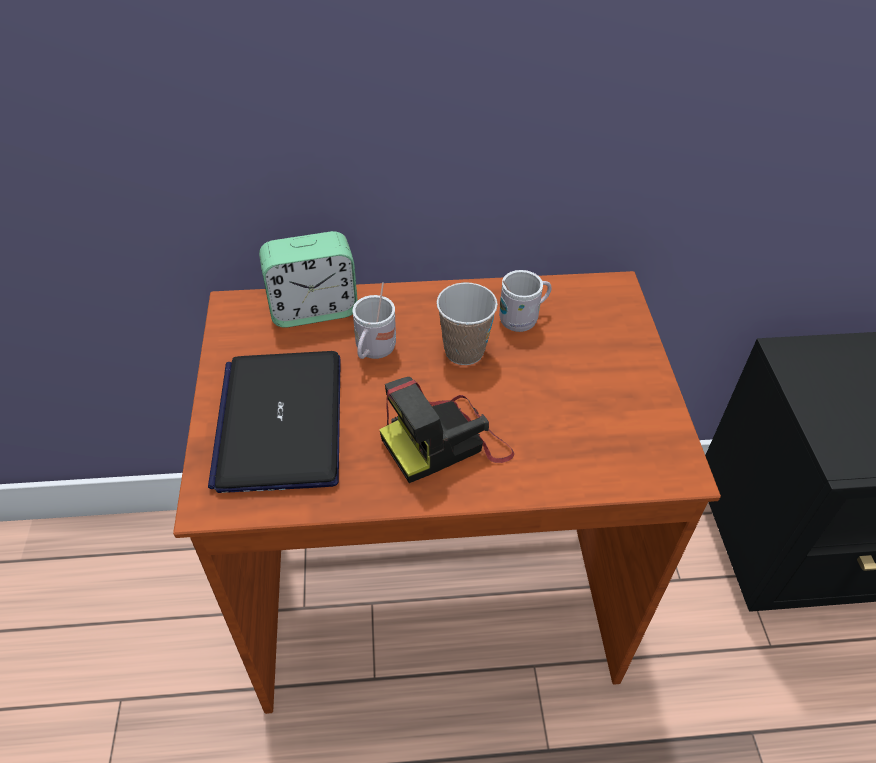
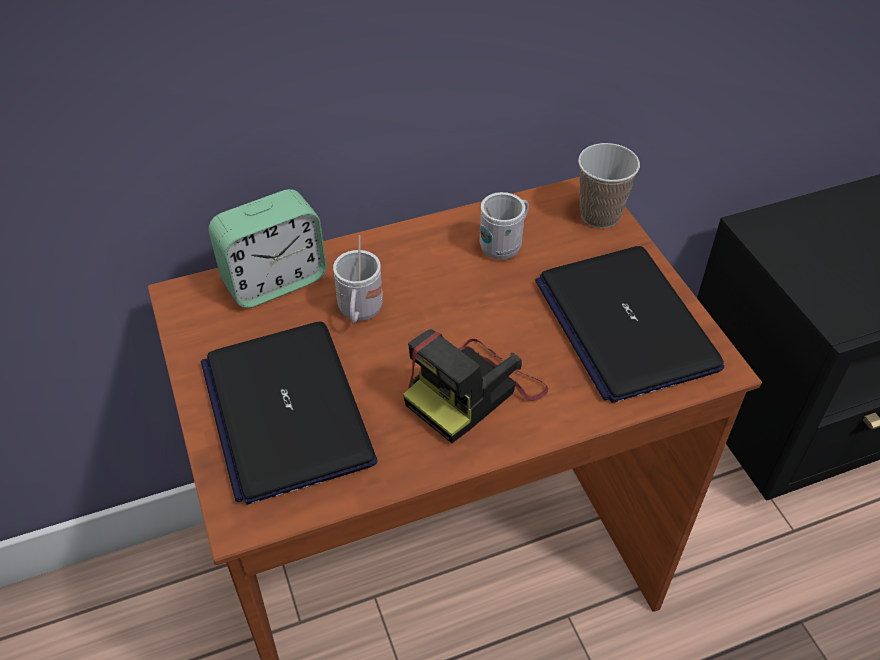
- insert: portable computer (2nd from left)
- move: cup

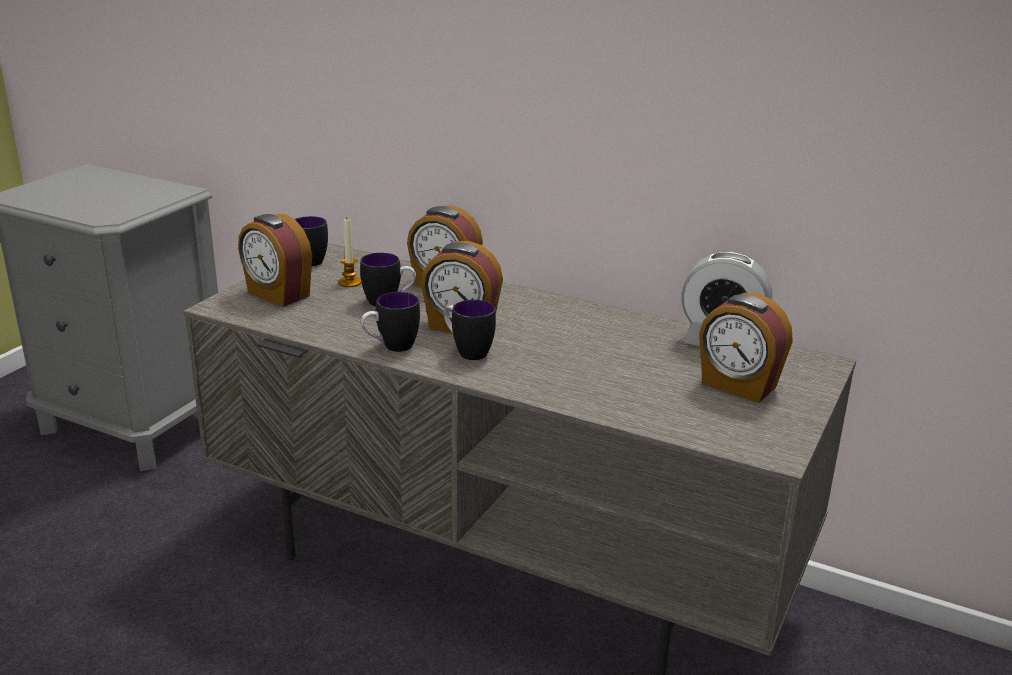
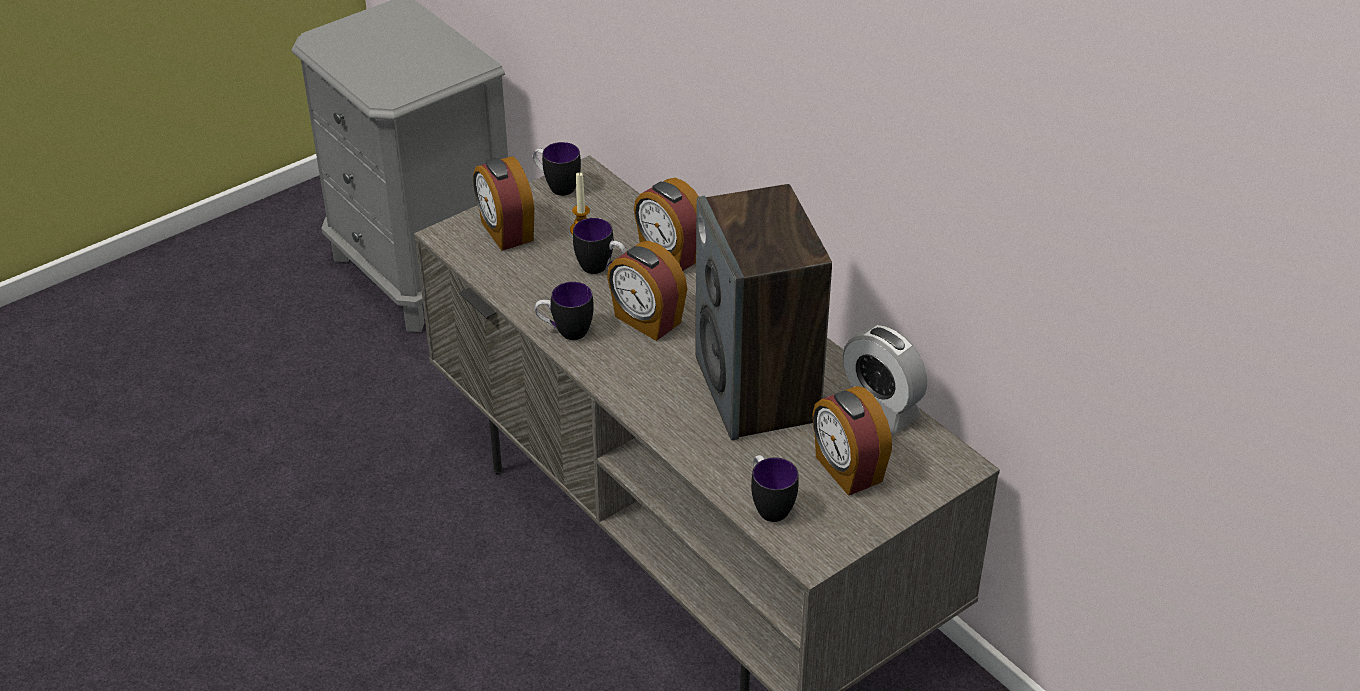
- insert: audio speaker
- move: mug (4th from left)

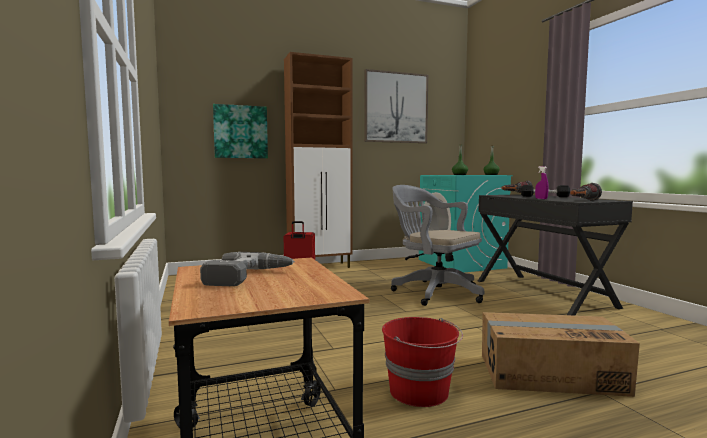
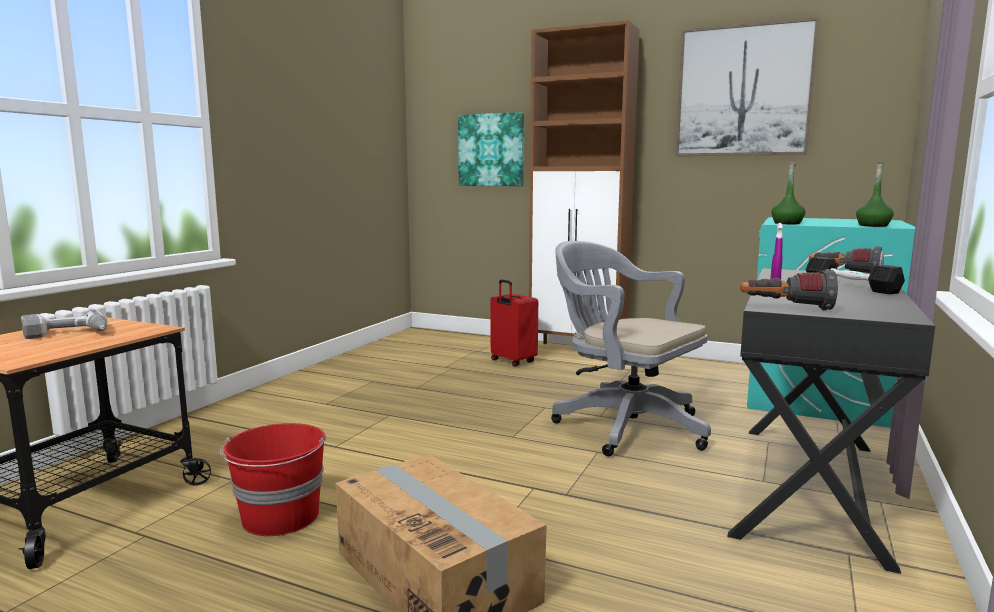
- rotate: grey office chair 45 degrees counterclockwise

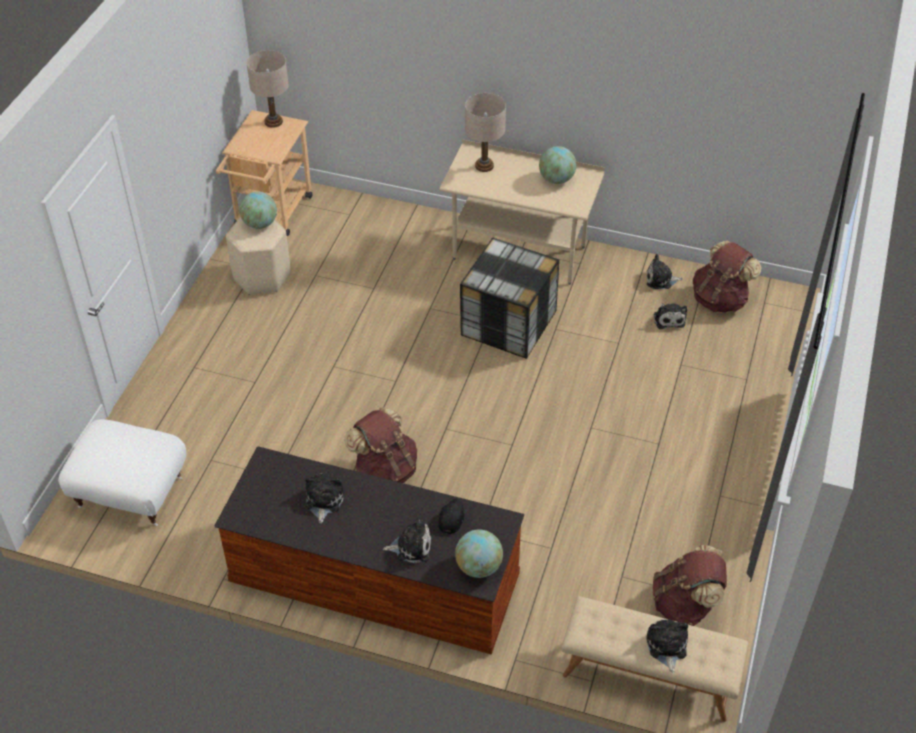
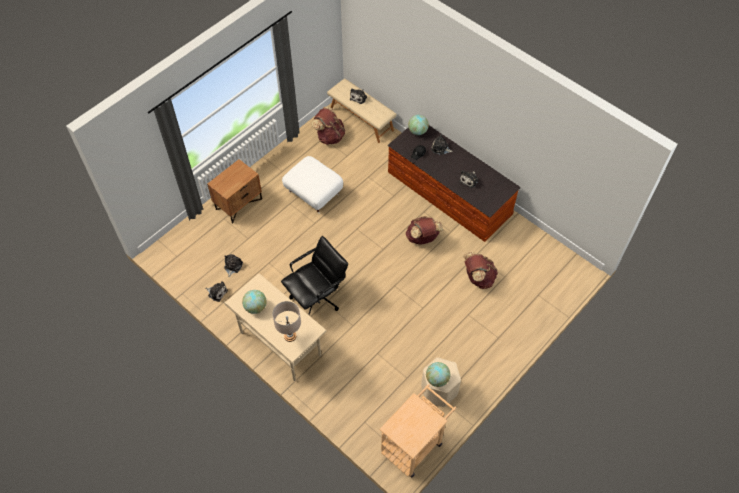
- delete: beige lamp for a table (1st from left)
- insert: brown-coloured nightstand
- move: white-coloured footrest
- move: brown-coloured backpack (3rd from left)
- replace: storage bin to black office chair

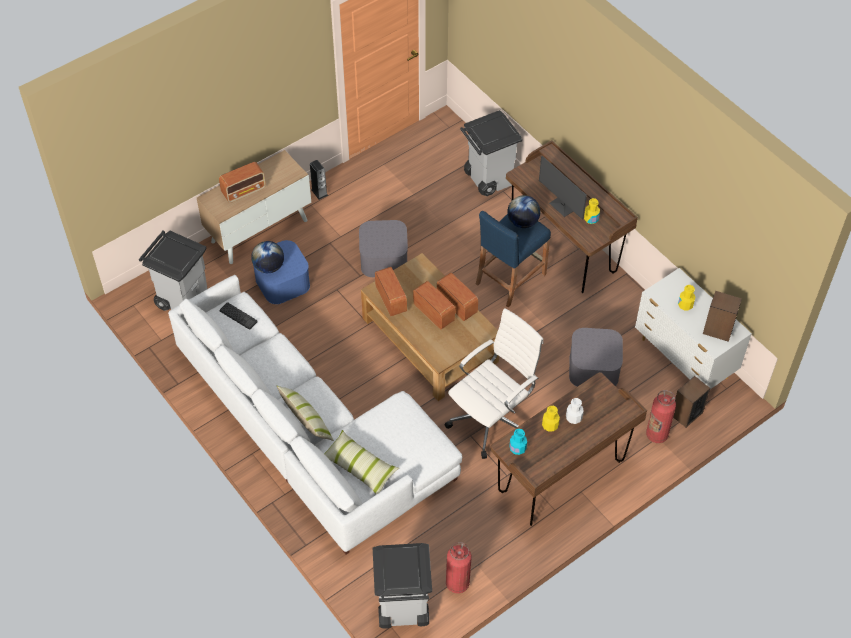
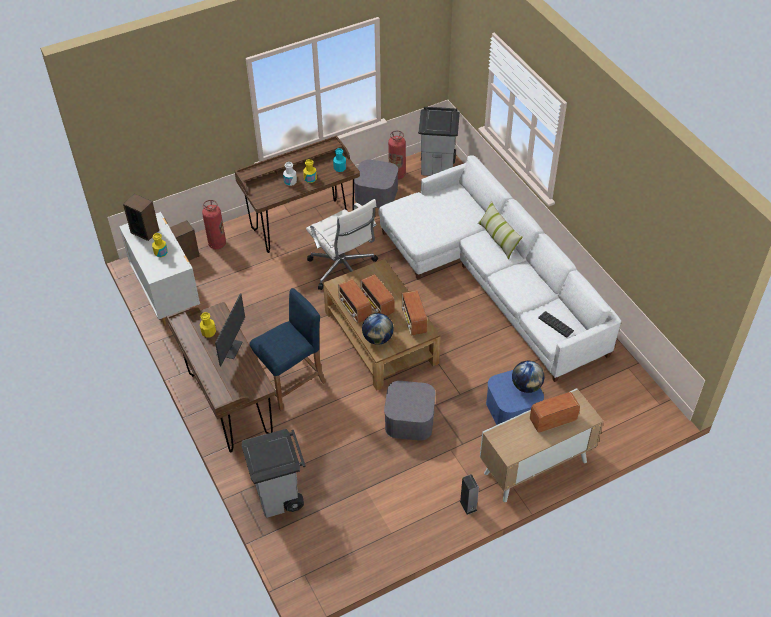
- delete: grey trash can (1st from left)
- delete: cushion (2nd from left)
- move: globe (2nd from left in the first image) to globe (1st from left)
- move: grey storage bin (2nd from left in the first image) to grey storage bin (1st from left)
- rotate: white-coloured office chair 90 degrees counterclockwise
- rotate: computer display 45 degrees clockwise

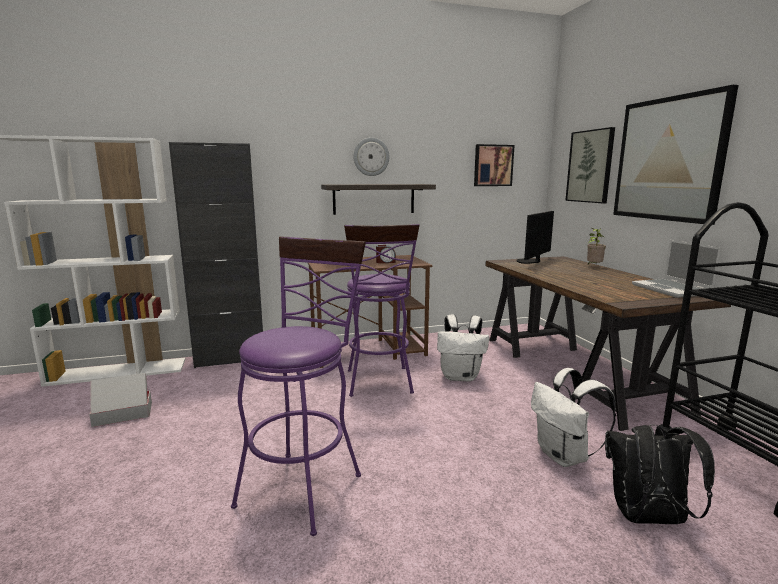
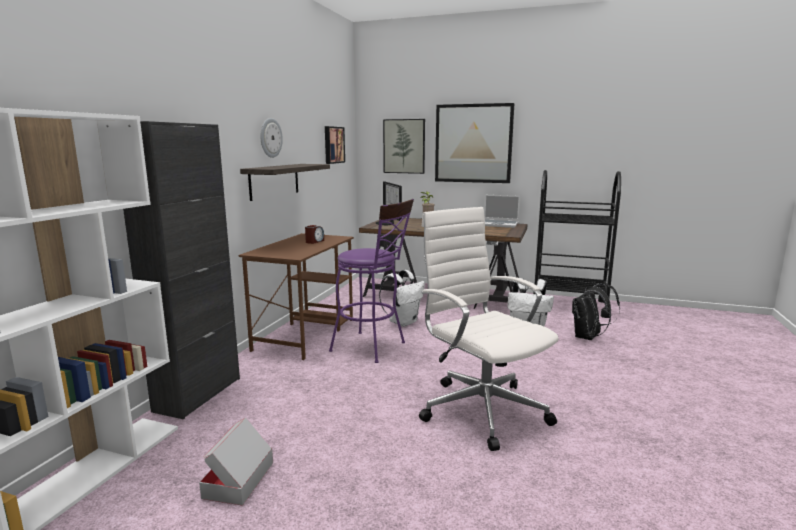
- replace: purple sitting stool (1st from left) to white-coloured office chair

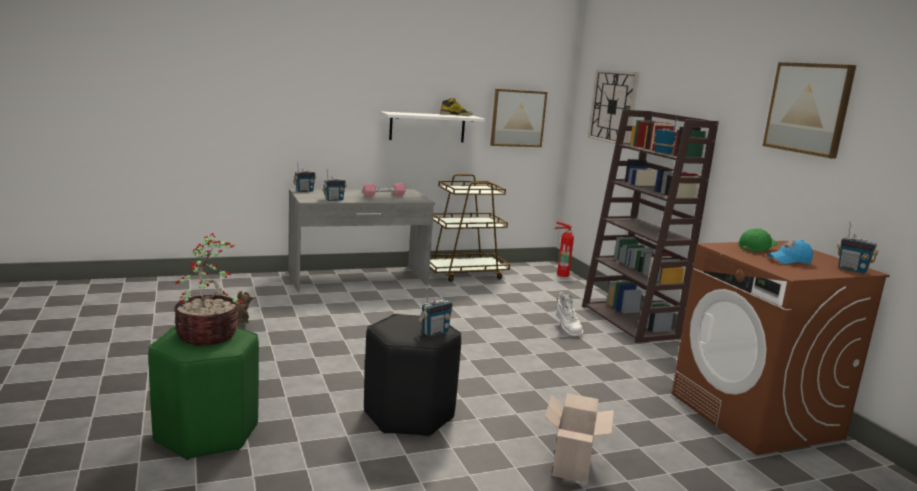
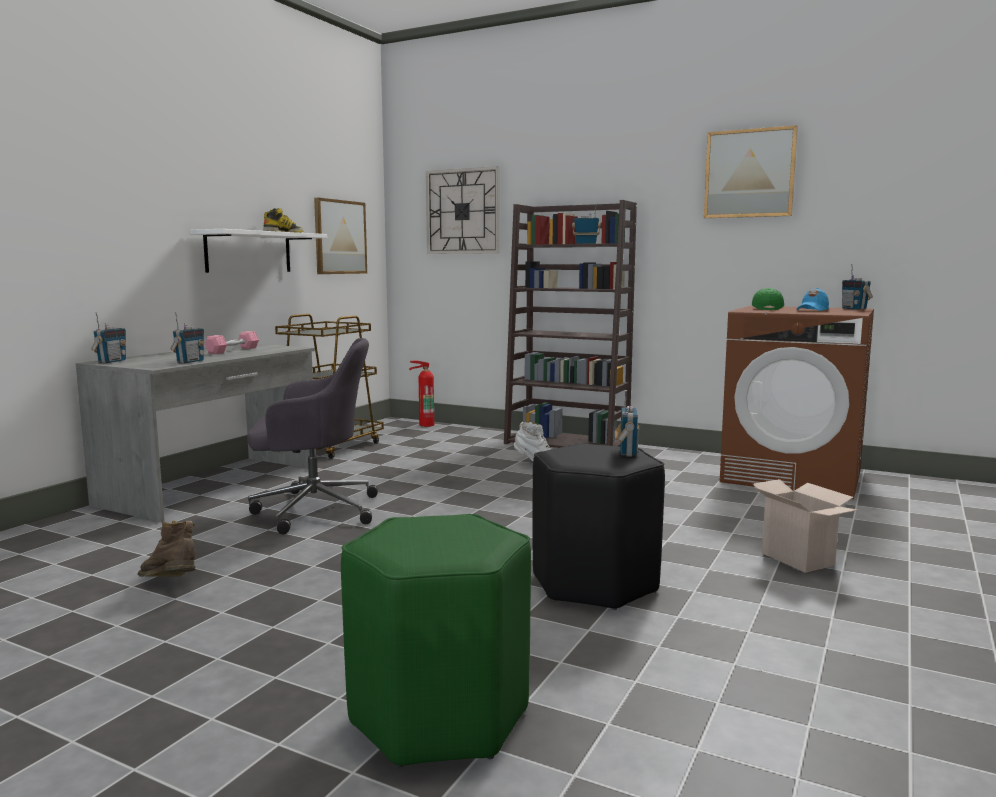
- delete: plant in a pot
- insert: grey office chair
- rotate: radio receiver (5th from left) 75 degrees clockwise

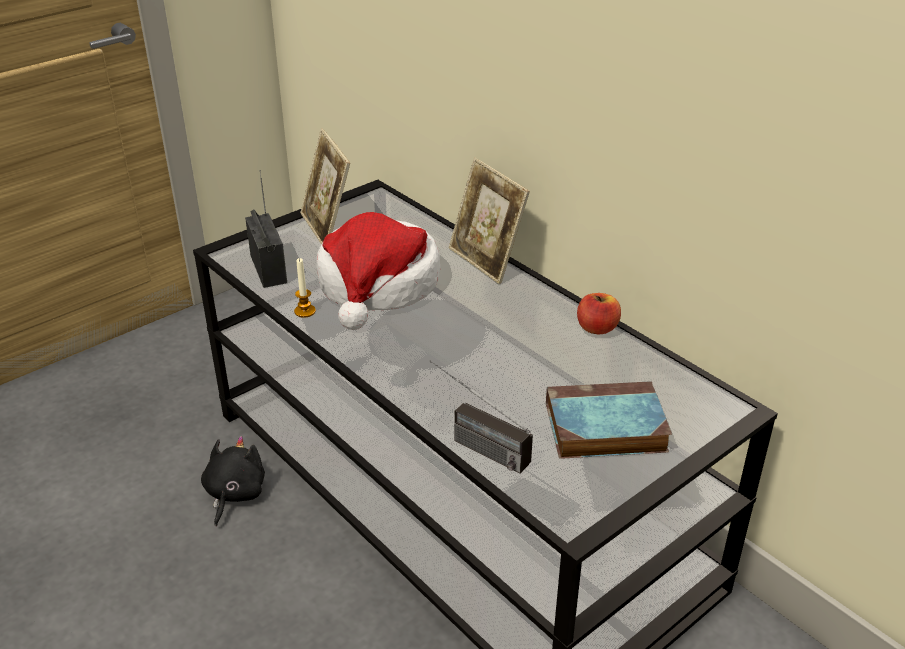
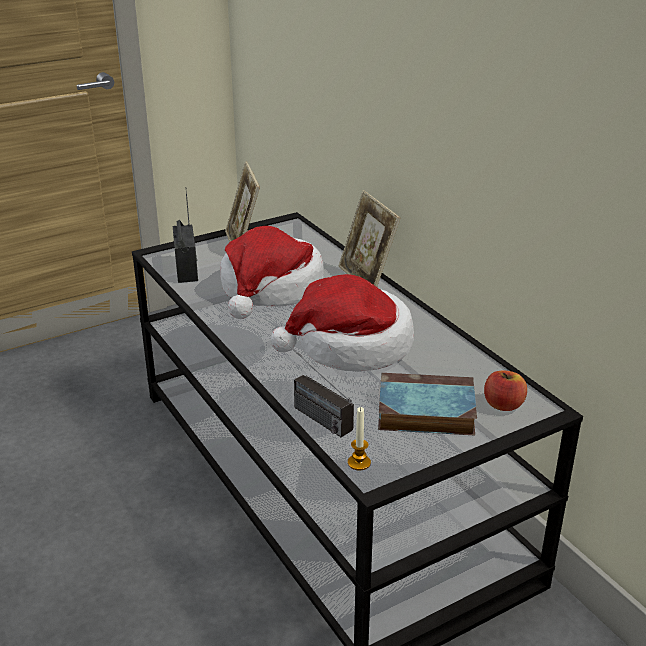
- delete: black plush toy
- insert: hat (2nd from left)
- move: wax light
- move: apple fruit

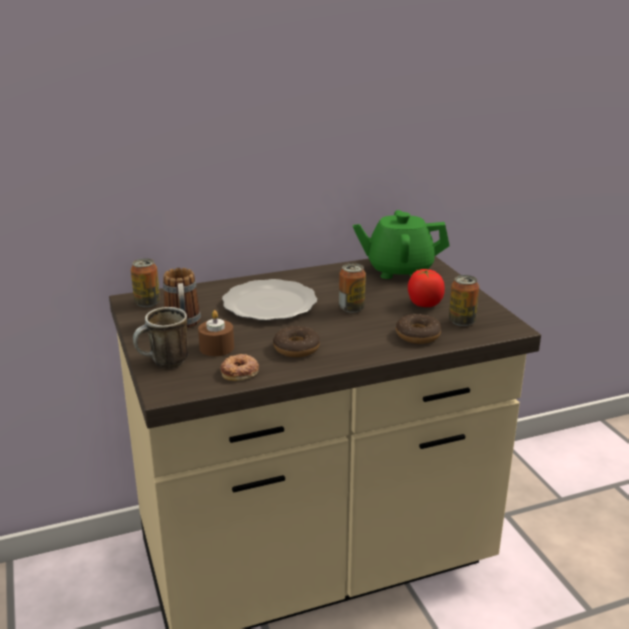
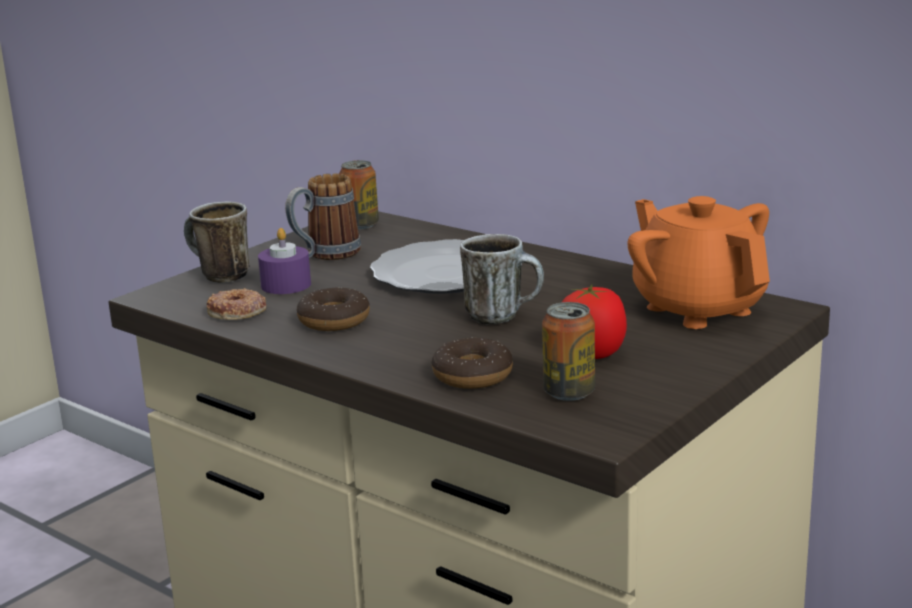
- replace: can (2nd from left) to mug (3rd from left)
- recolor: brown-coloured wax light to purple wax light
- recolor: green-coloured teapot to orange-coloured teapot

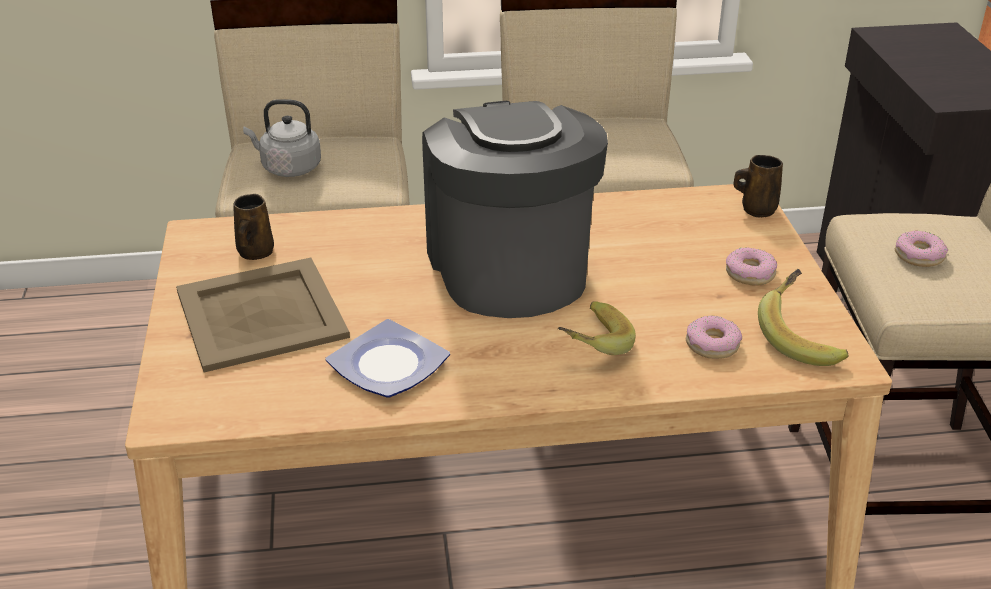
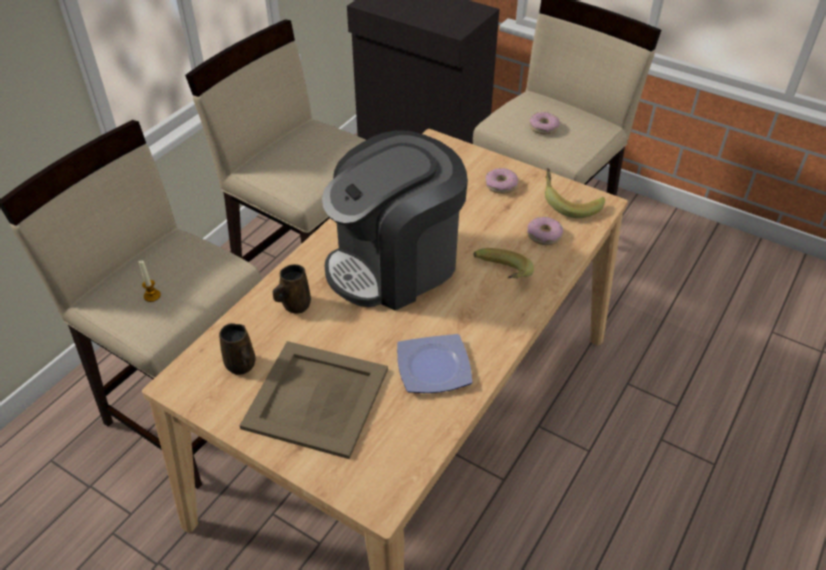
- move: brown-coloured mug (2nd from left)
- replace: grey tea kettle to wax light
- rotate: coffee maker 60 degrees counterclockwise

